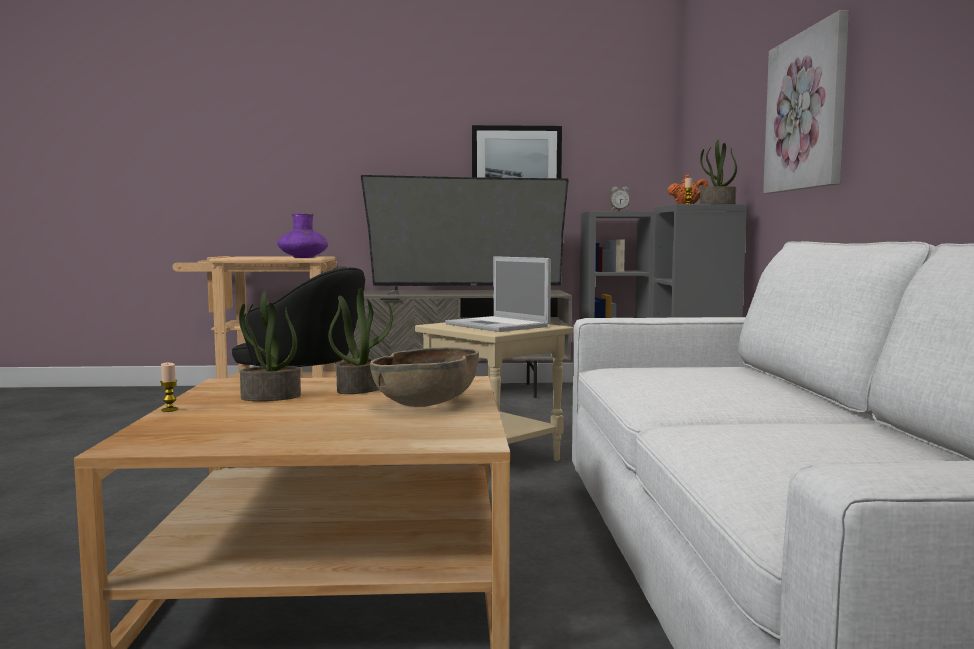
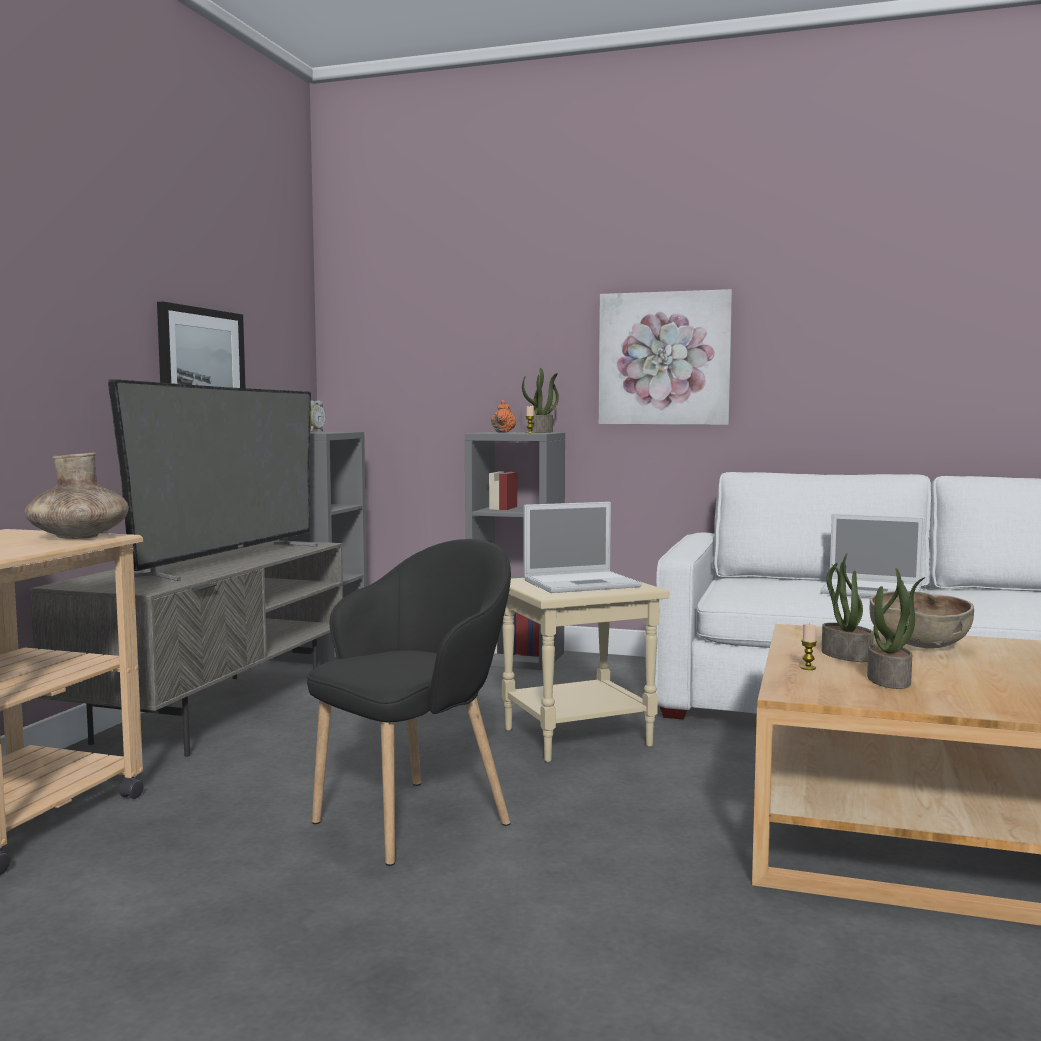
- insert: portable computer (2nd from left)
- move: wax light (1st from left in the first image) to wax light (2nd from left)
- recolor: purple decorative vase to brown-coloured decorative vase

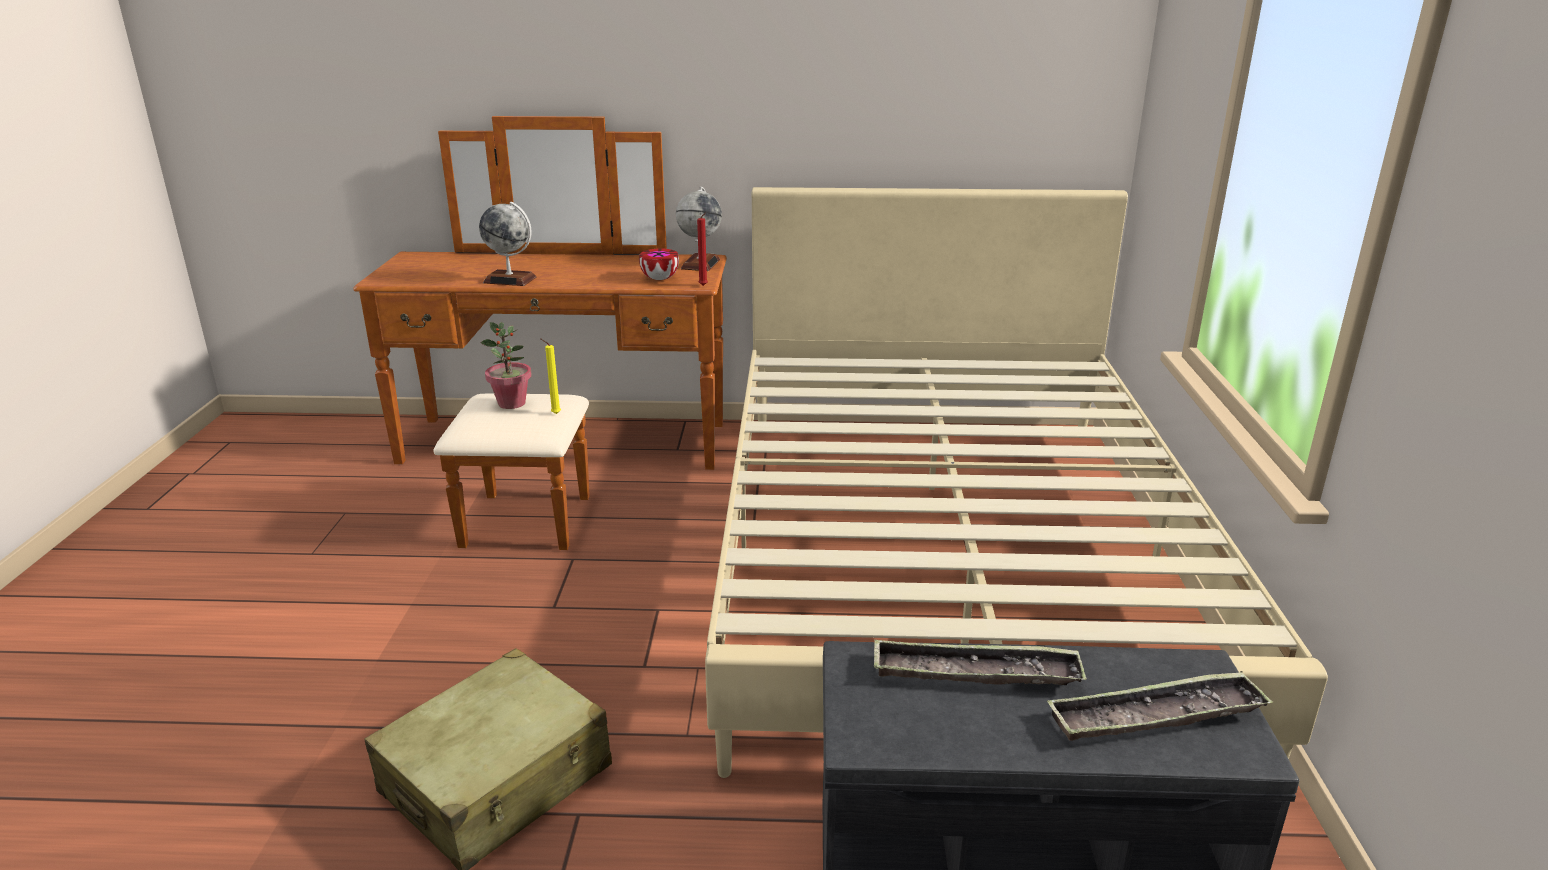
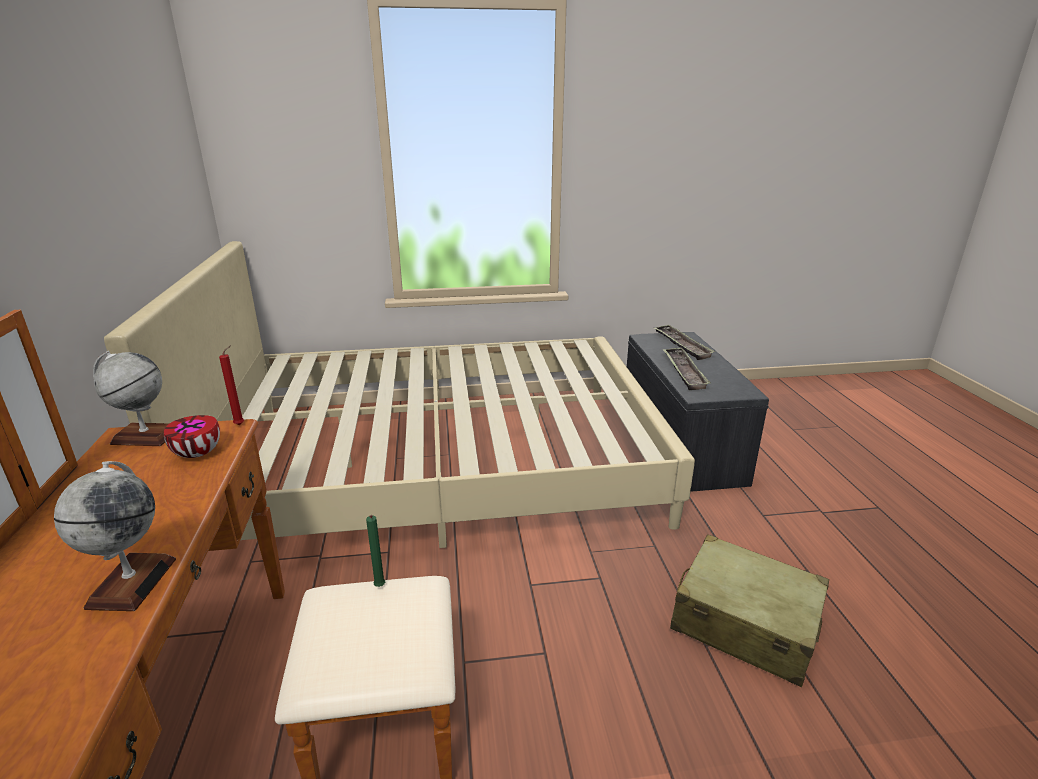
- delete: plant in a pot
- recolor: yellow-coloured wax light to green-coloured wax light

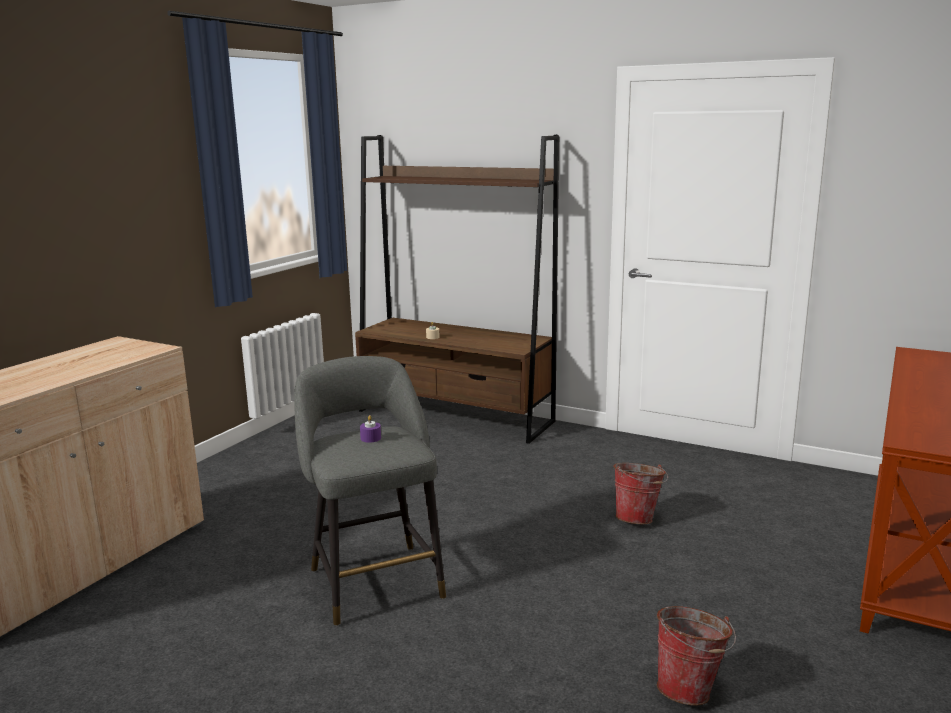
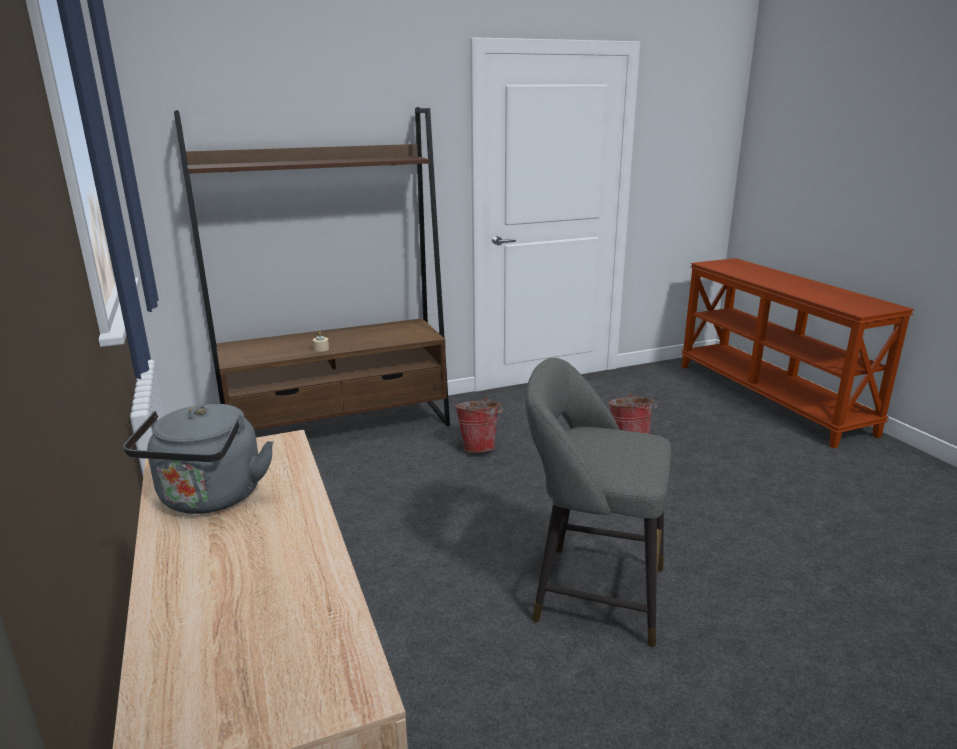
- delete: purple wax light
- insert: grey tea kettle
- move: water bucket (2nd from left in the first image) to water bucket (1st from left)

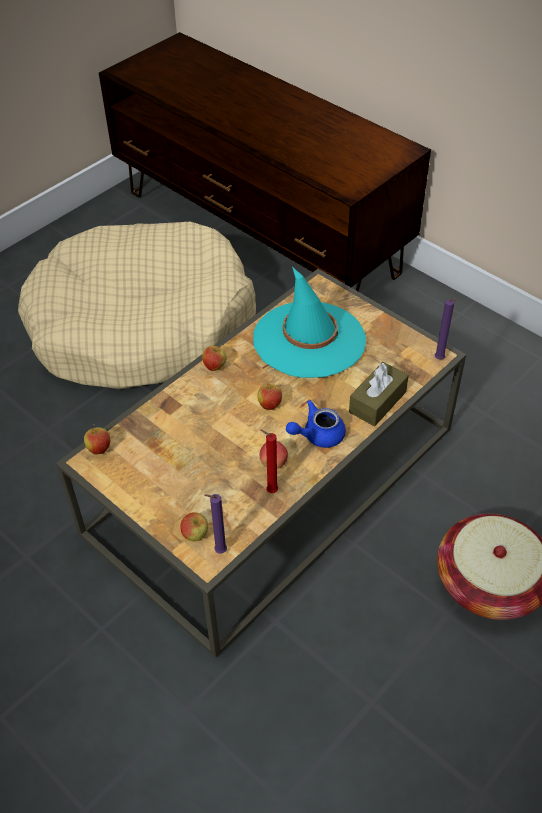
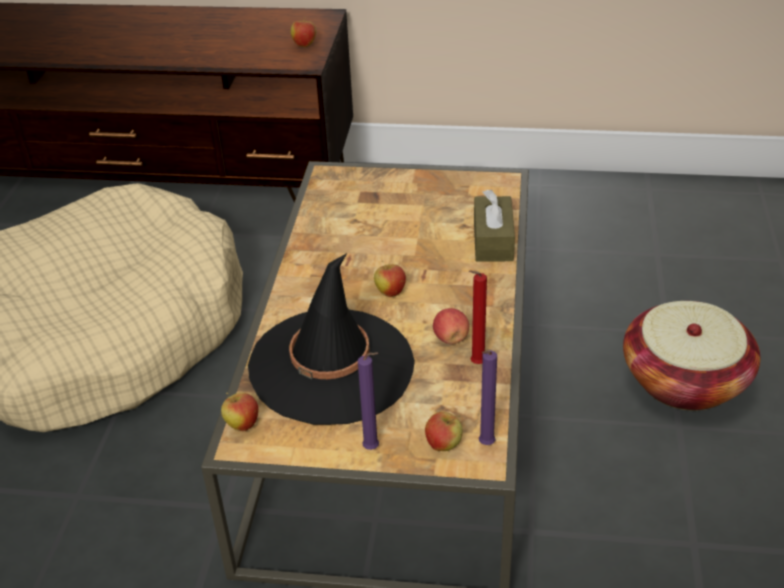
- delete: turquoise-coloured hat
- delete: blue teapot
- insert: black hat
- move: apple fruit (3rd from left in the first image) to apple fruit (2nd from left)
- move: purple wax light (2nd from left in the first image) to purple wax light (1st from left)

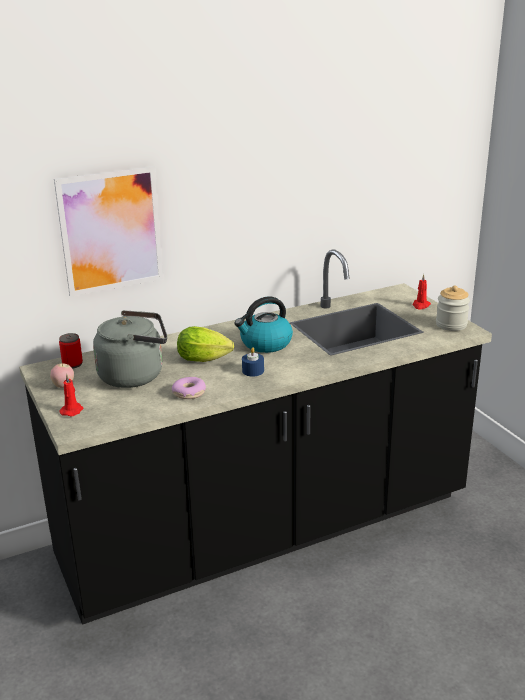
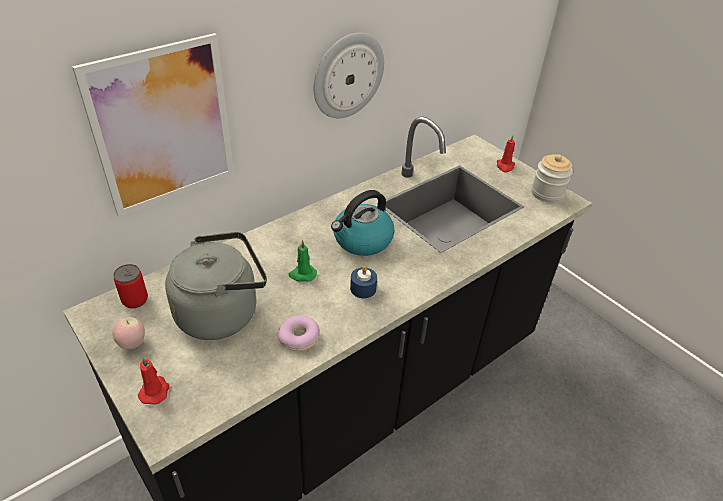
- insert: clock on the wall
- replace: lettuce to green-coloured wax light

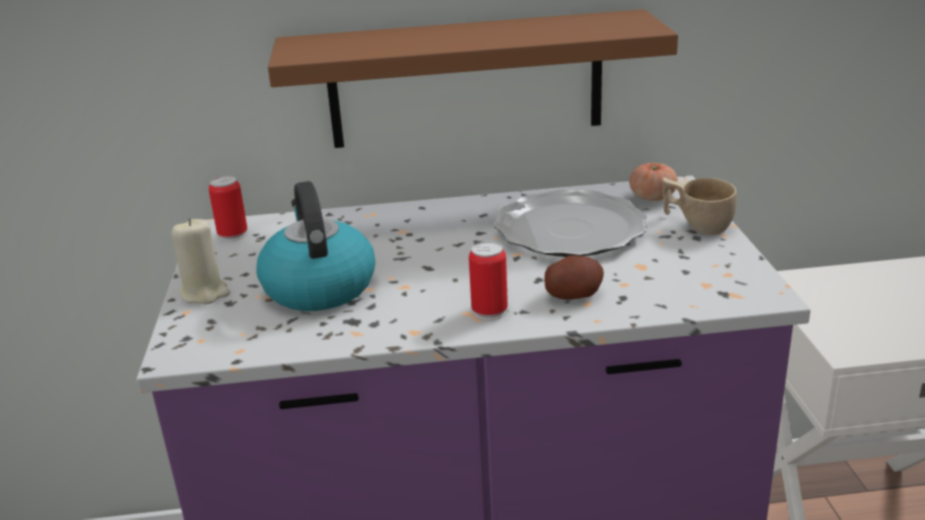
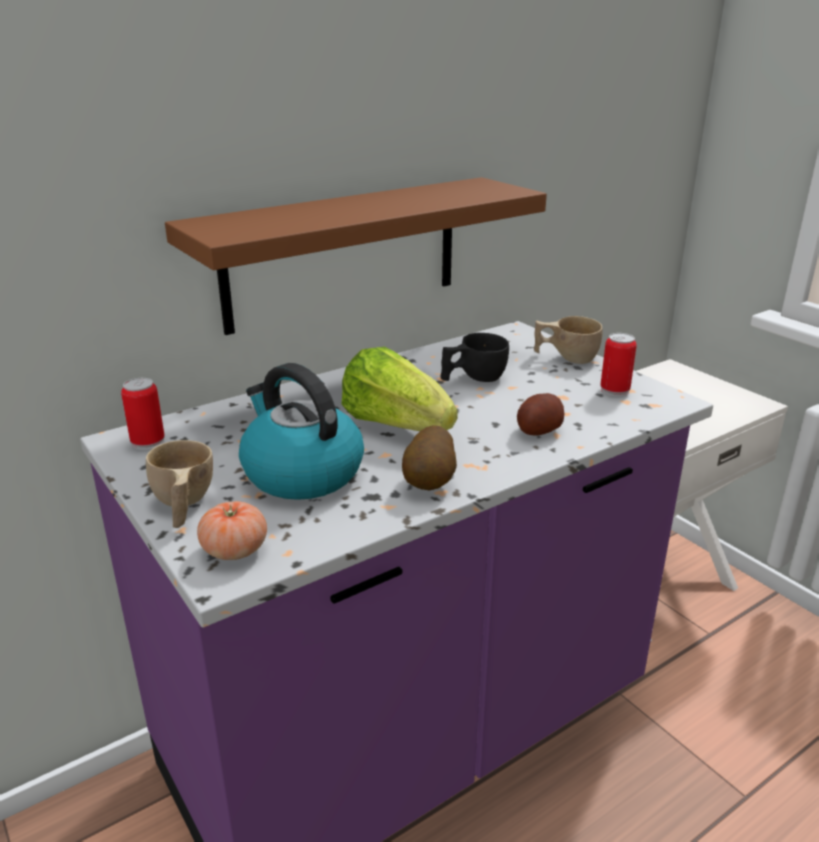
- insert: lettuce
- insert: potato (1st from left)
- move: can (2nd from left)
- move: whole tomato
- replace: beige wax light to beige cup (1st from left)
- replace: plate to black cup

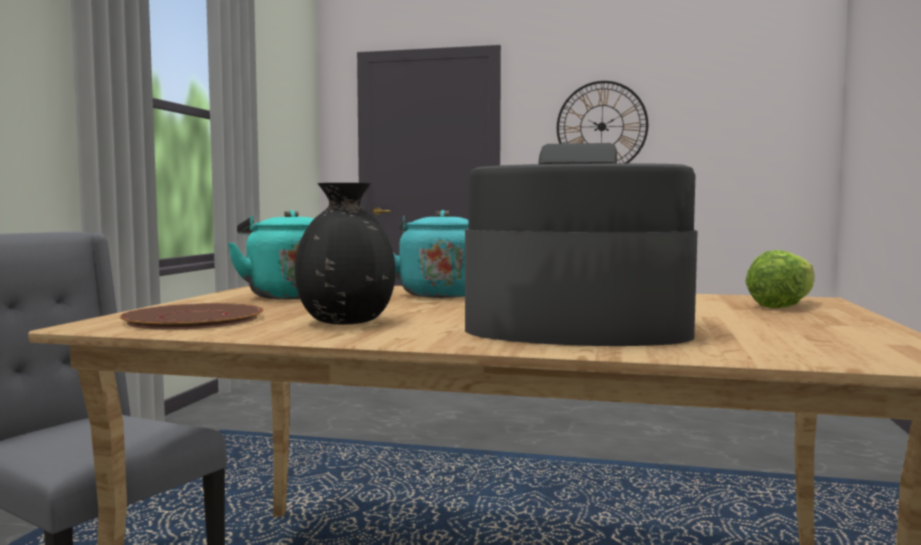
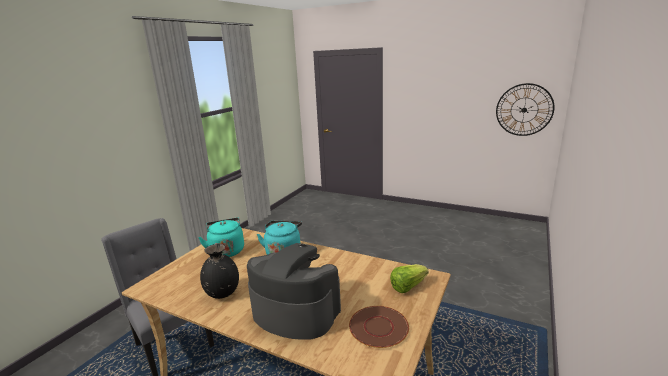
- move: brown-coloured plate
- move: clock on the wall

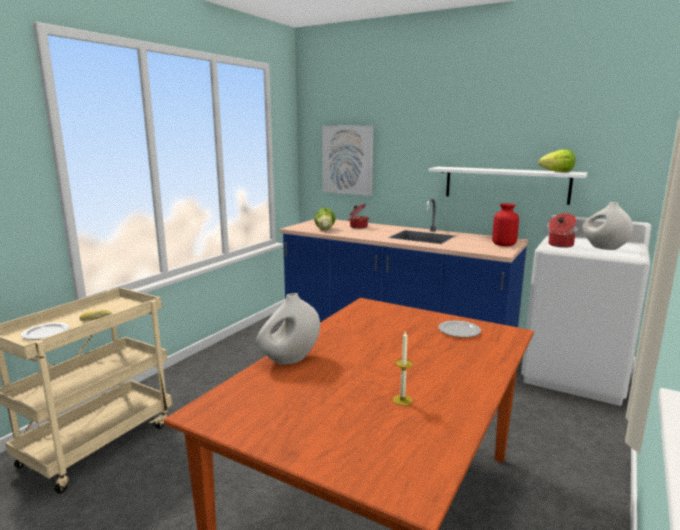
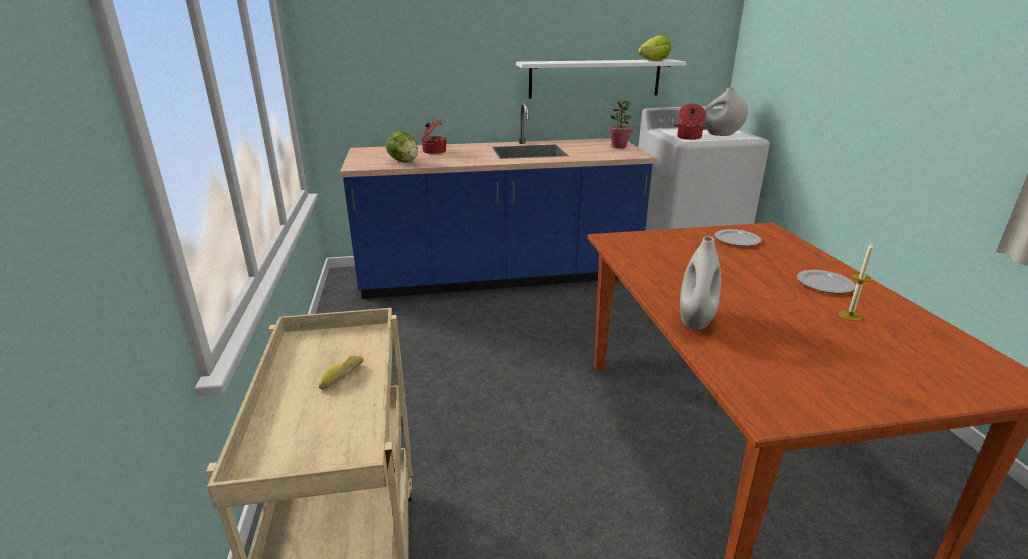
- delete: wall art
- move: plate (1st from left in the first image) to plate (2nd from left)
- replace: red decorative vase to plant in a pot

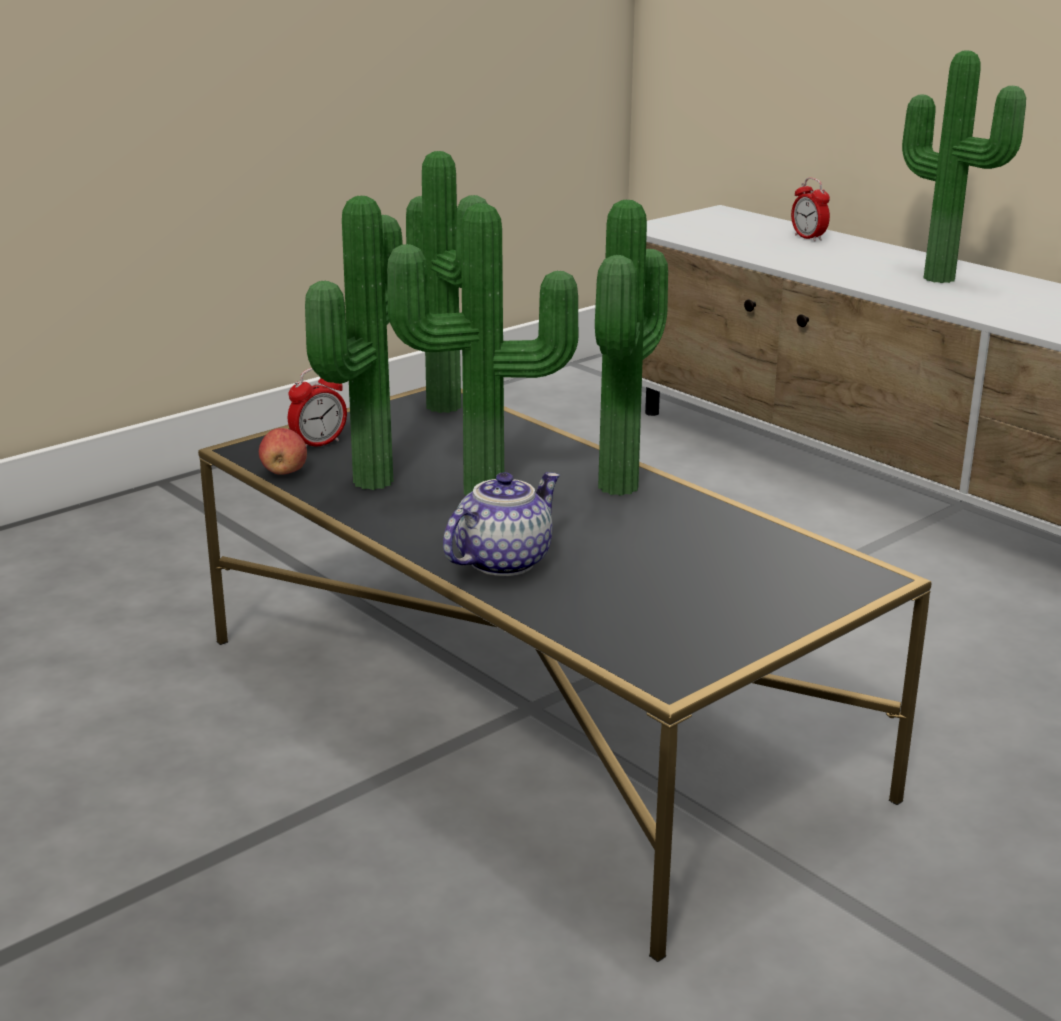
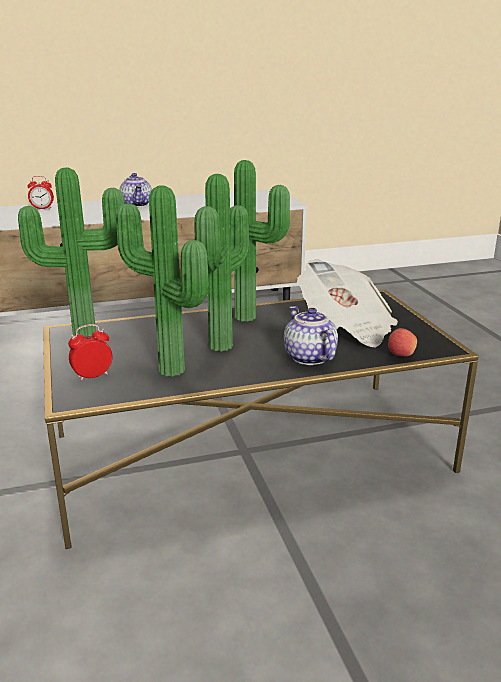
- insert: printed paper
- move: apple fruit
- replace: plant in a pot (5th from left) to teapot (1st from left)
- rotate: bedside clock (1st from left in the first image) 105 degrees counterclockwise

